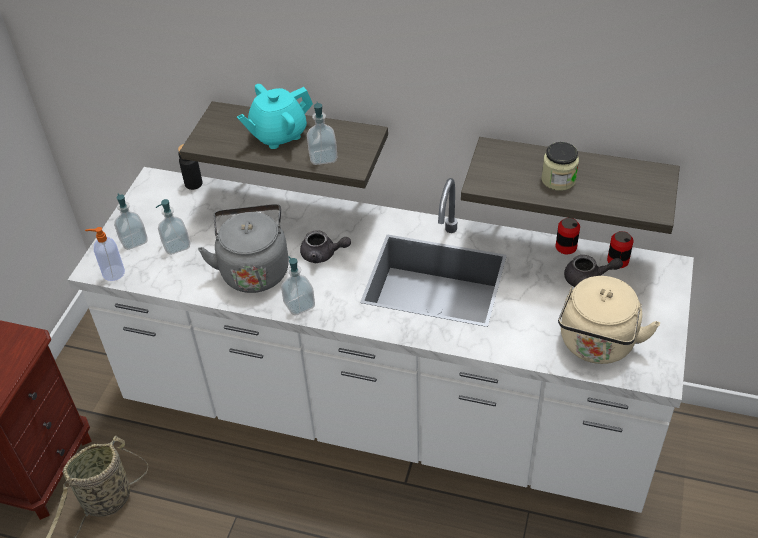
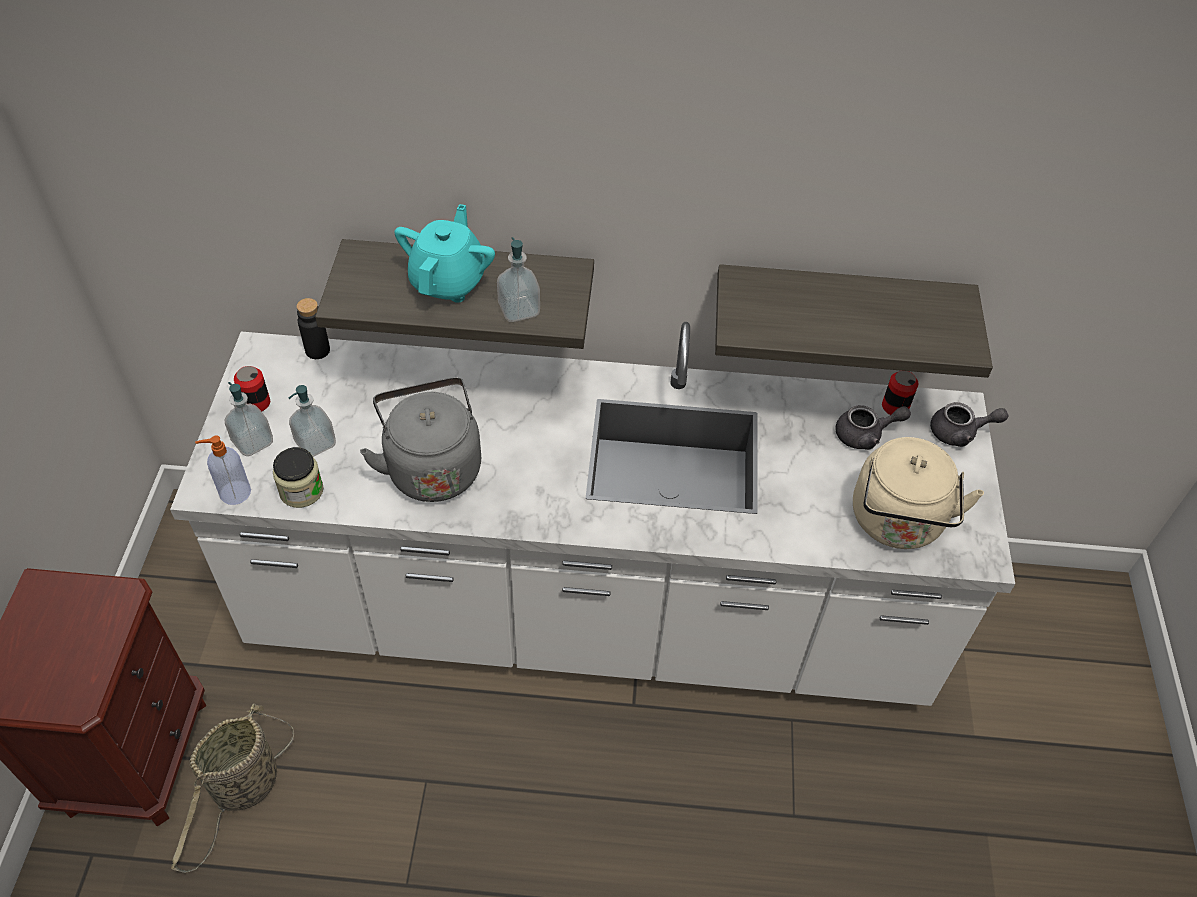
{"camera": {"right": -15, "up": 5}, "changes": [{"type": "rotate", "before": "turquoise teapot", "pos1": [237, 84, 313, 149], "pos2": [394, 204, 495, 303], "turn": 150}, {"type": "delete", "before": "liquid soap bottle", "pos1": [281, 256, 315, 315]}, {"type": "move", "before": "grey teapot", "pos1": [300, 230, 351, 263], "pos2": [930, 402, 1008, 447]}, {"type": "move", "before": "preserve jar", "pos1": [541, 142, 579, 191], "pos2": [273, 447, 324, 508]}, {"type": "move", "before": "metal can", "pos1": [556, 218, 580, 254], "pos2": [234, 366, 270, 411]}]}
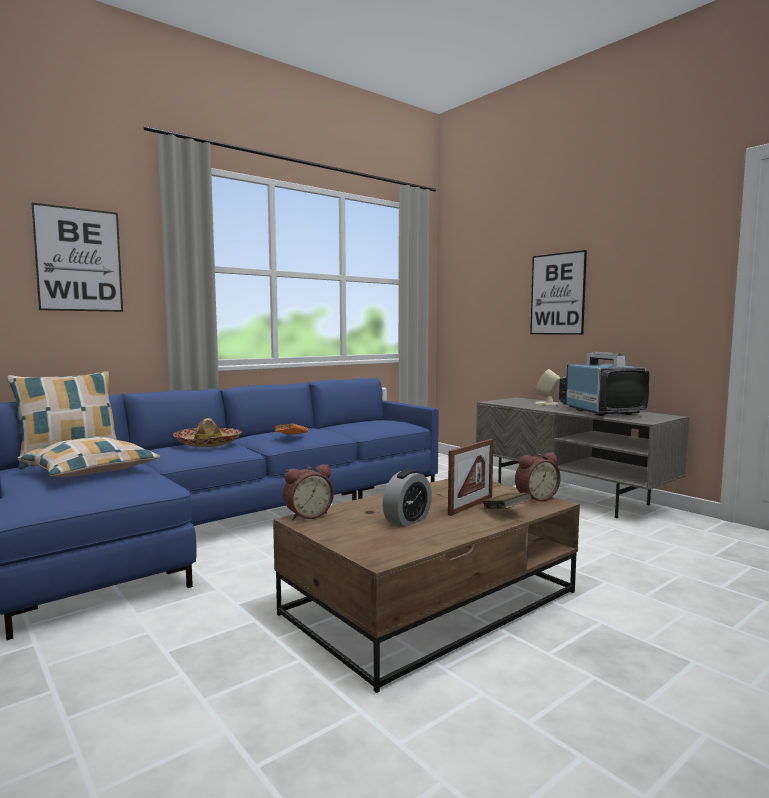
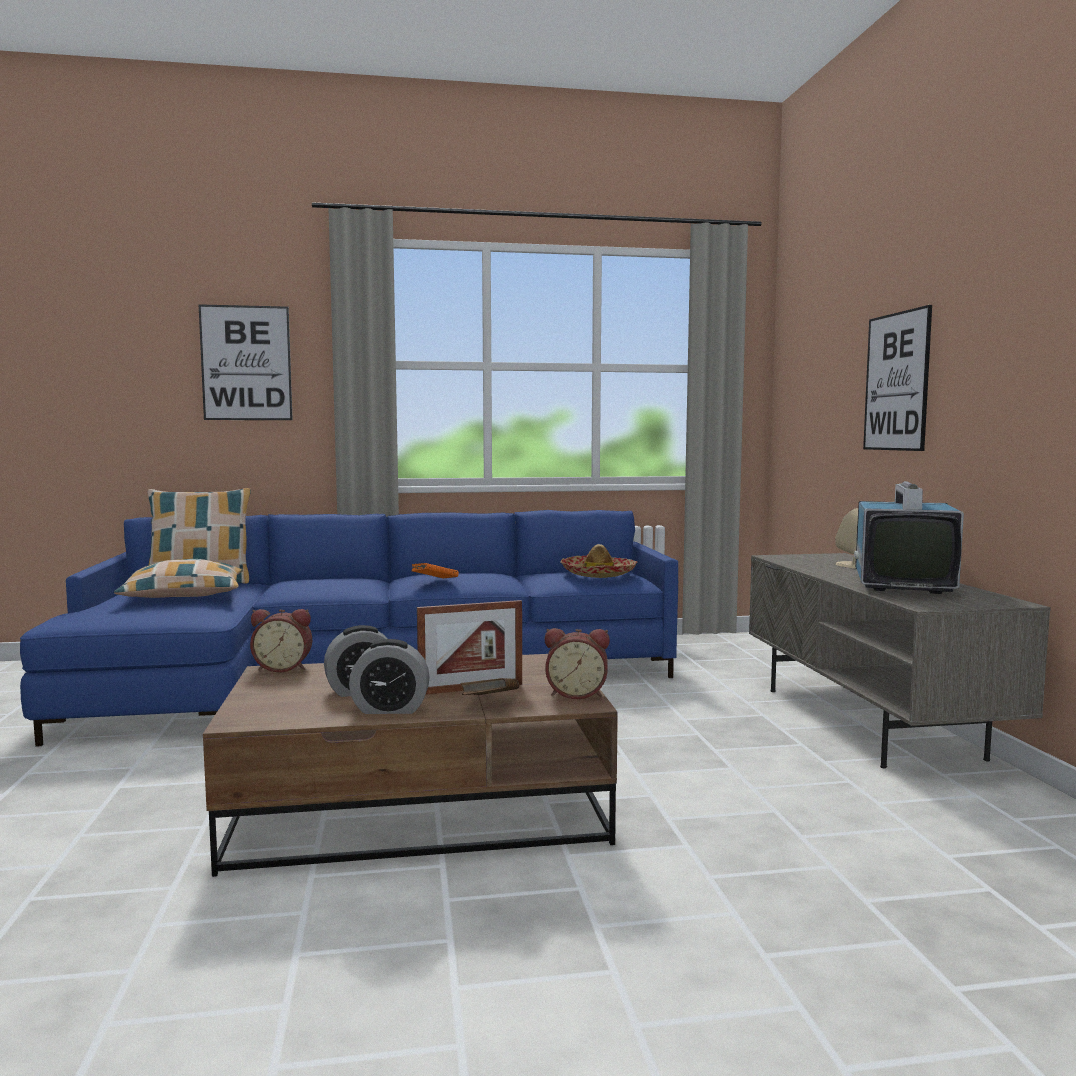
{"camera": {"right": 30, "up": 0}, "changes": [{"type": "move", "before": "clothing hat", "pos1": [173, 418, 242, 447], "pos2": [560, 544, 638, 578]}, {"type": "insert", "after": "table clock", "pos2": [349, 639, 430, 714]}]}
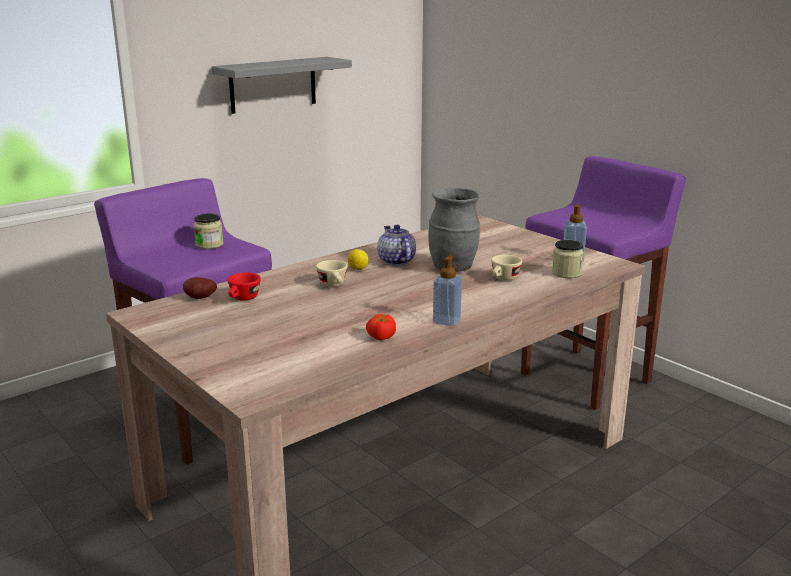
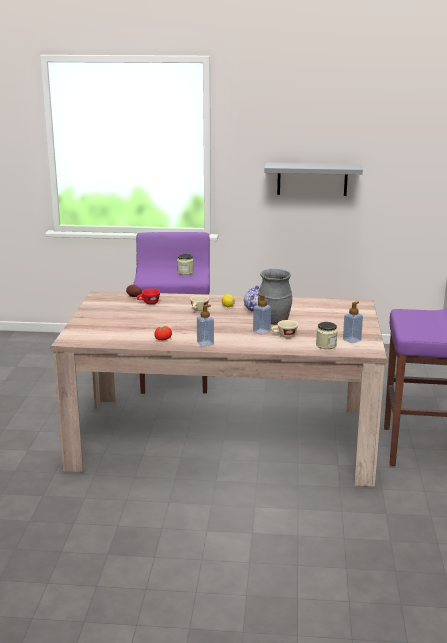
{"camera": {"right": 45, "up": 0}, "changes": [{"type": "insert", "after": "liquid soap bottle", "pos2": [253, 294, 271, 335]}]}
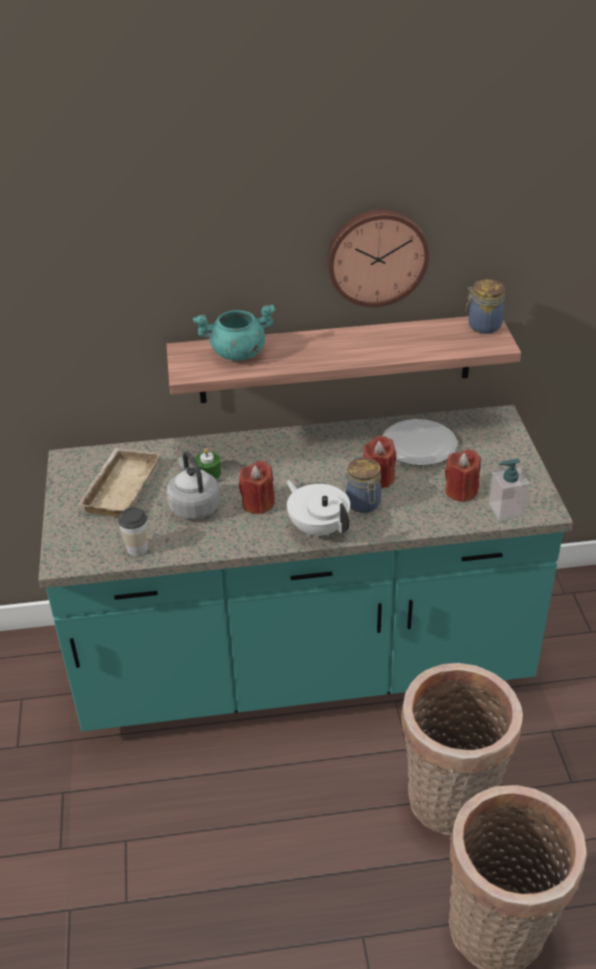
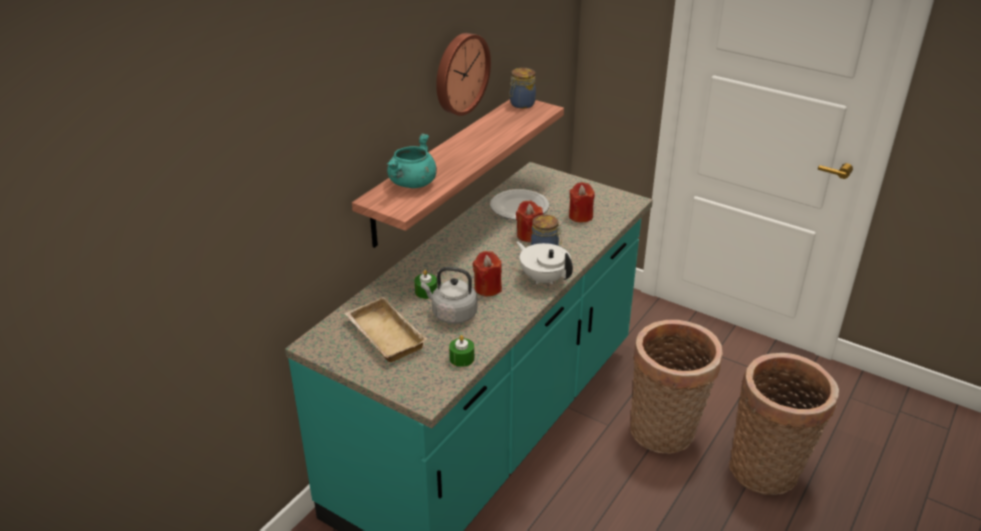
{"camera": {"right": -50, "up": -5}, "changes": [{"type": "replace", "before": "drinking cup", "after": "green-coloured wax light", "pos1": [118, 507, 148, 556], "pos2": [449, 335, 474, 367]}, {"type": "rotate", "before": "whitish teapot", "pos1": [286, 480, 350, 536], "pos2": [516, 241, 573, 284], "turn": 45}, {"type": "delete", "before": "liquid soap bottle", "pos1": [488, 459, 530, 520]}]}
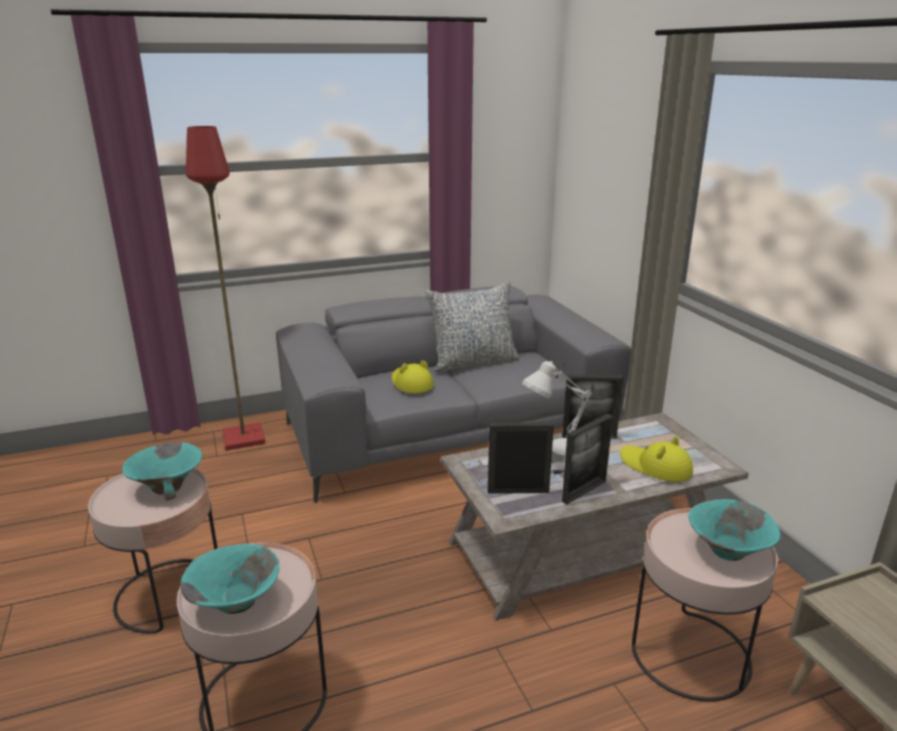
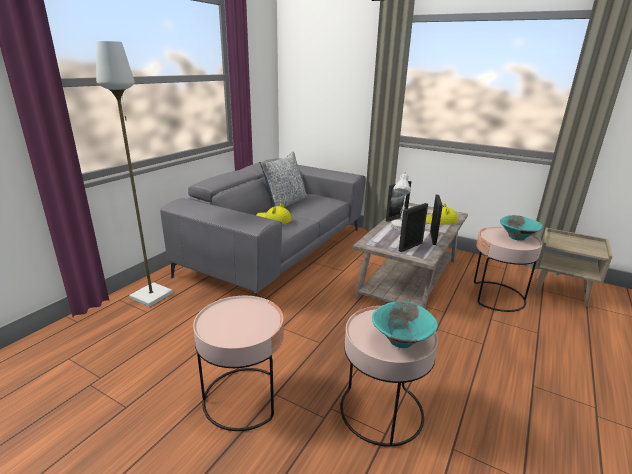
{"camera": {"right": -40, "up": 0}, "changes": [{"type": "delete", "before": "turquoise bowl", "pos1": [122, 442, 202, 501]}, {"type": "recolor", "before": "red standard lamp", "after": "grey standard lamp", "pos1": [186, 126, 265, 450], "pos2": [96, 41, 173, 307]}]}
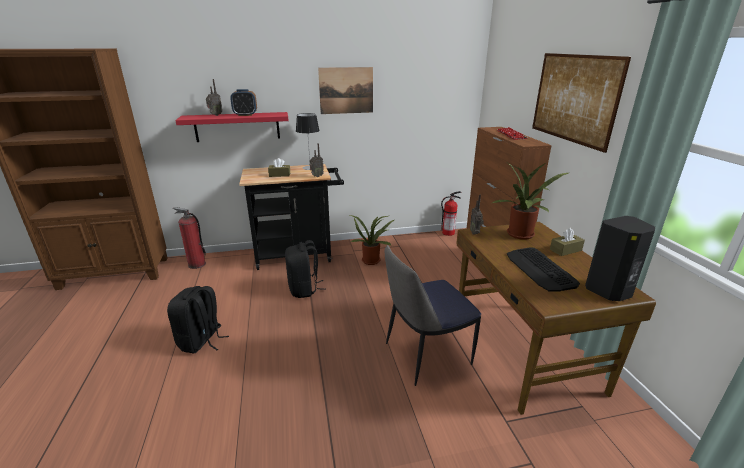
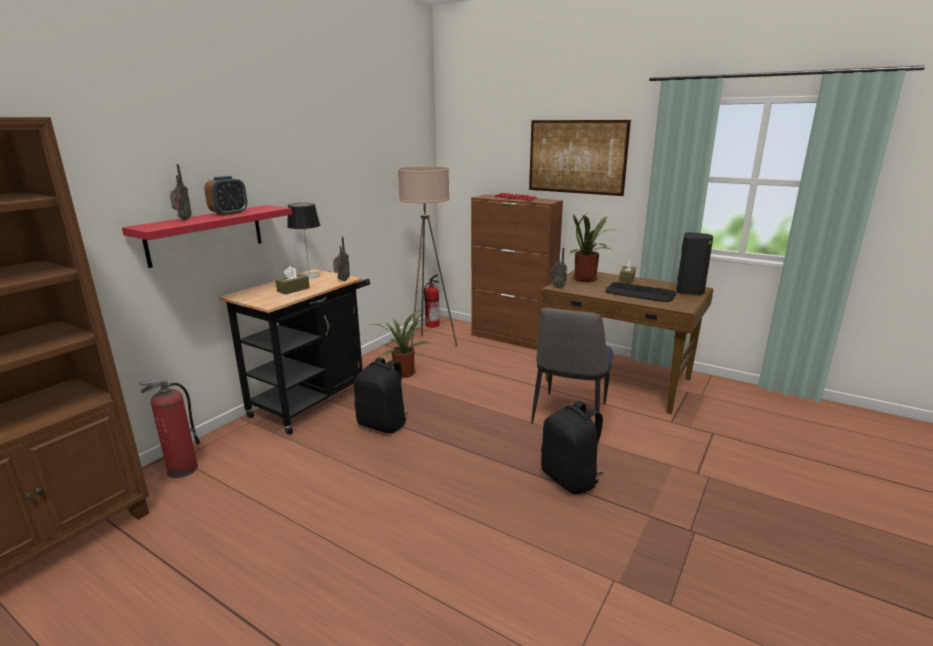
{"camera": {"right": -45, "up": -5}, "changes": [{"type": "move", "before": "blackish knapsack", "pos1": [167, 286, 229, 354], "pos2": [541, 401, 604, 494]}, {"type": "delete", "before": "wall art", "pos1": [318, 67, 373, 114]}, {"type": "insert", "after": "sand-coloured standard lamp", "pos2": [398, 167, 458, 347]}]}
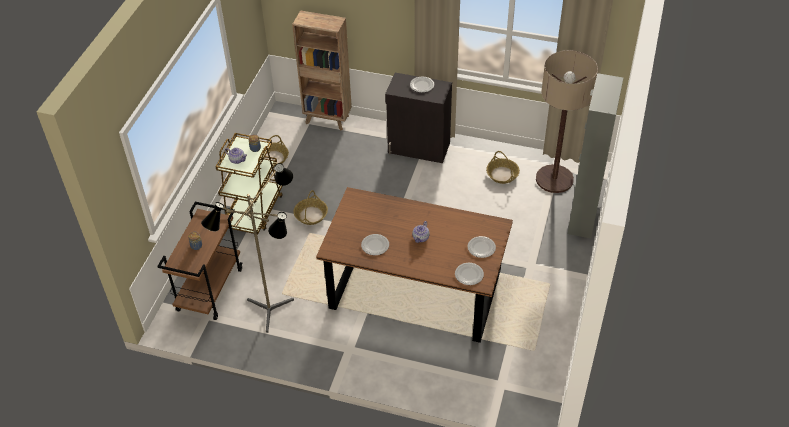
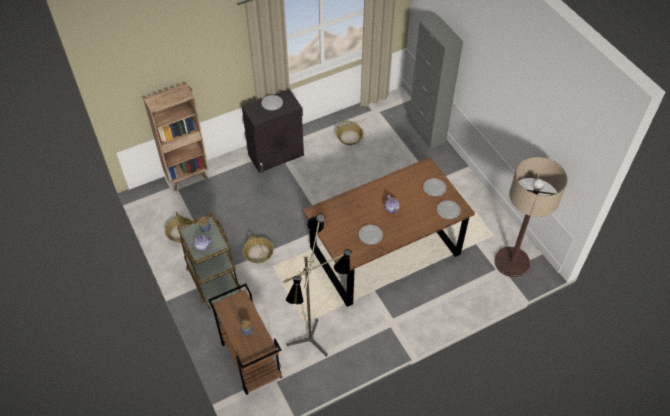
{"camera": {"right": -45, "up": 5}, "changes": [{"type": "move", "before": "standard lamp", "pos1": [536, 50, 598, 193], "pos2": [494, 157, 568, 277]}]}
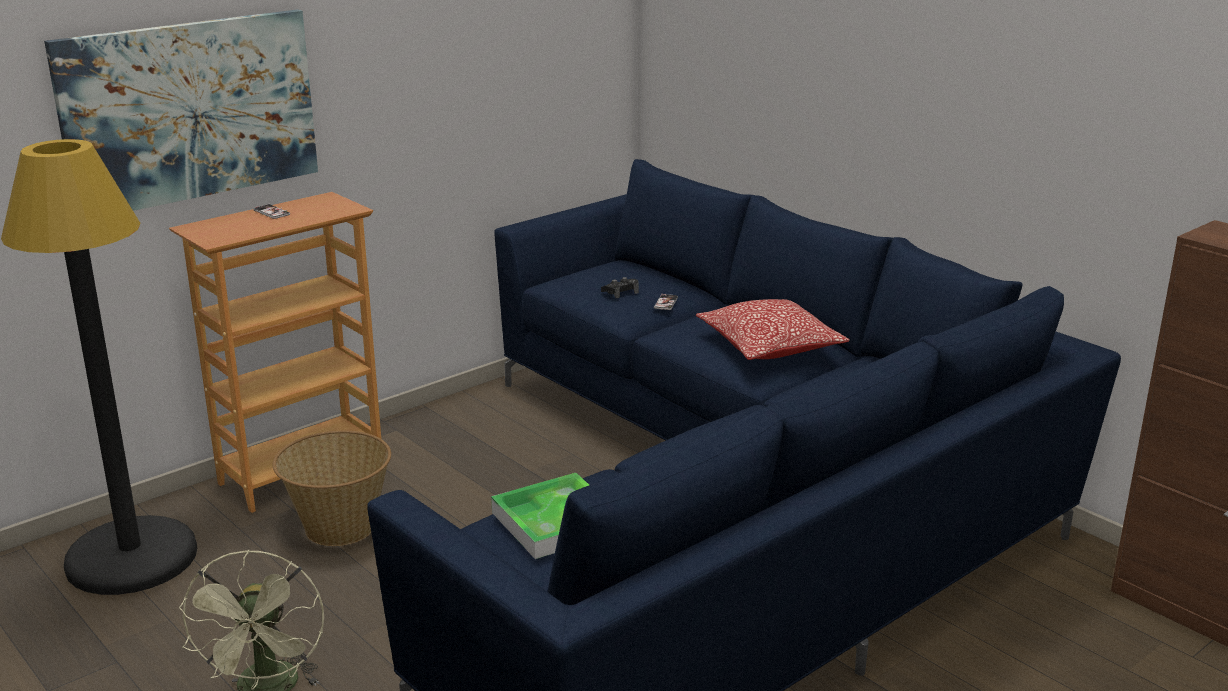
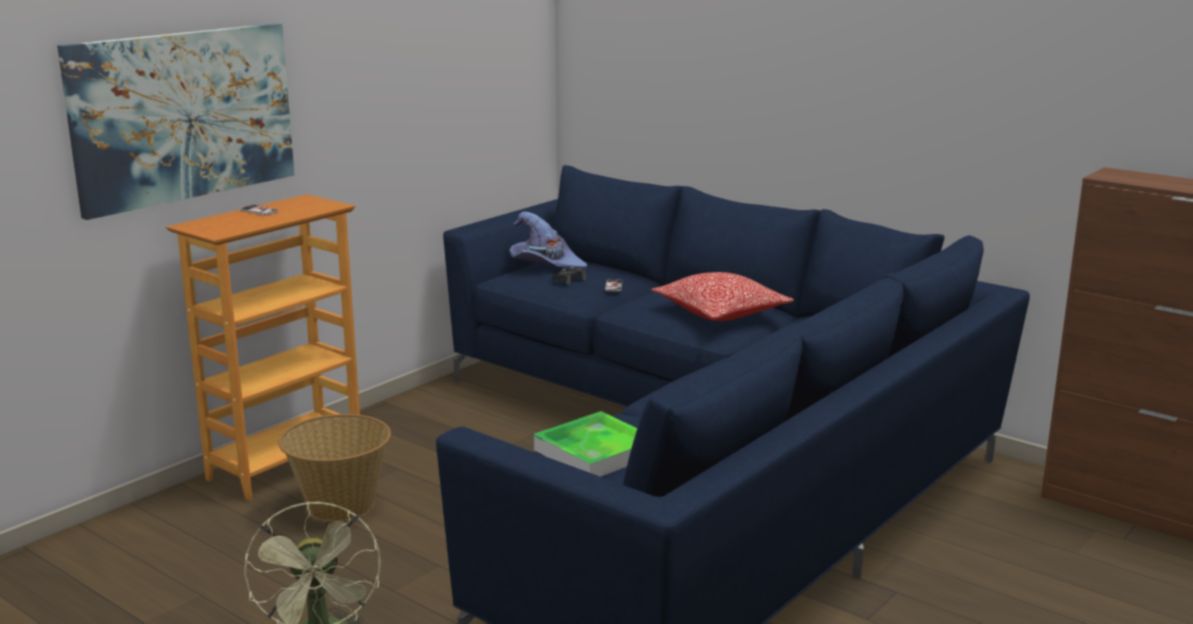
{"camera": {"right": -10, "up": -5}, "changes": [{"type": "delete", "before": "blackish standard lamp", "pos1": [1, 139, 197, 595]}, {"type": "insert", "after": "purplish clothing hat", "pos2": [510, 212, 587, 269]}]}
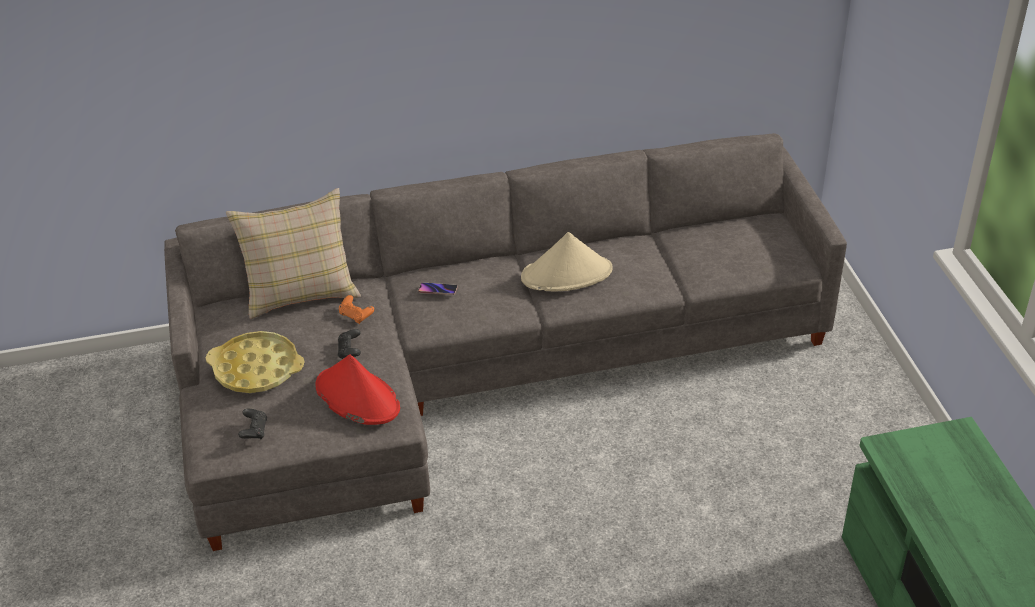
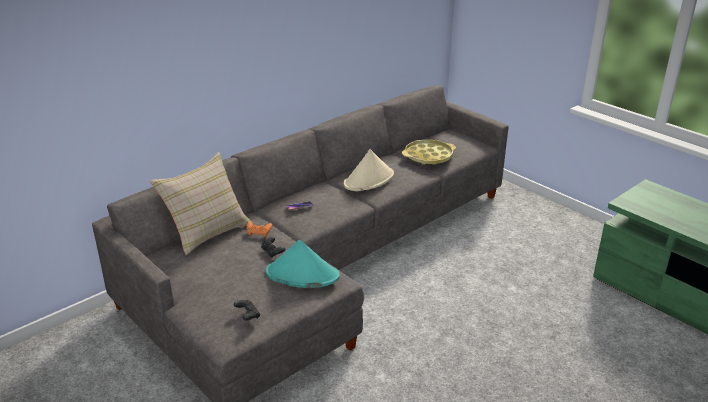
{"camera": {"right": -30, "up": -10}, "changes": [{"type": "move", "before": "yellow-coloured serving tray", "pos1": [206, 331, 304, 393], "pos2": [402, 140, 456, 165]}, {"type": "recolor", "before": "red clothing hat", "after": "turquoise clothing hat", "pos1": [316, 354, 400, 425], "pos2": [266, 240, 340, 288]}]}
